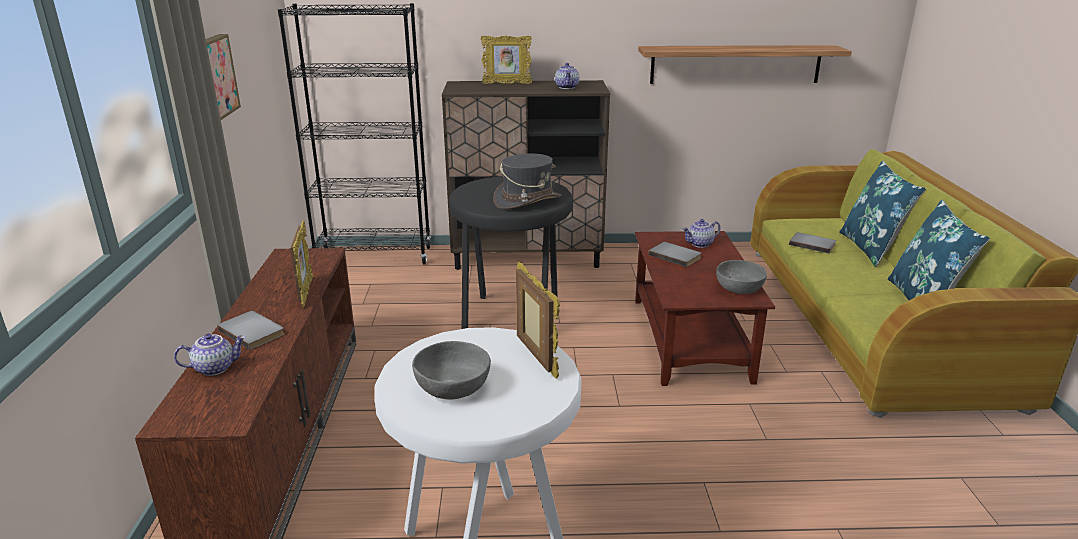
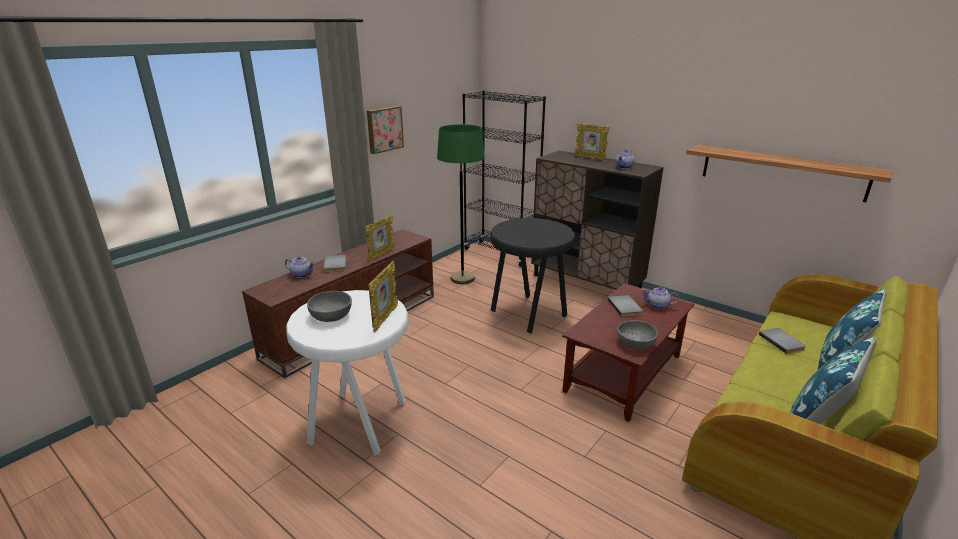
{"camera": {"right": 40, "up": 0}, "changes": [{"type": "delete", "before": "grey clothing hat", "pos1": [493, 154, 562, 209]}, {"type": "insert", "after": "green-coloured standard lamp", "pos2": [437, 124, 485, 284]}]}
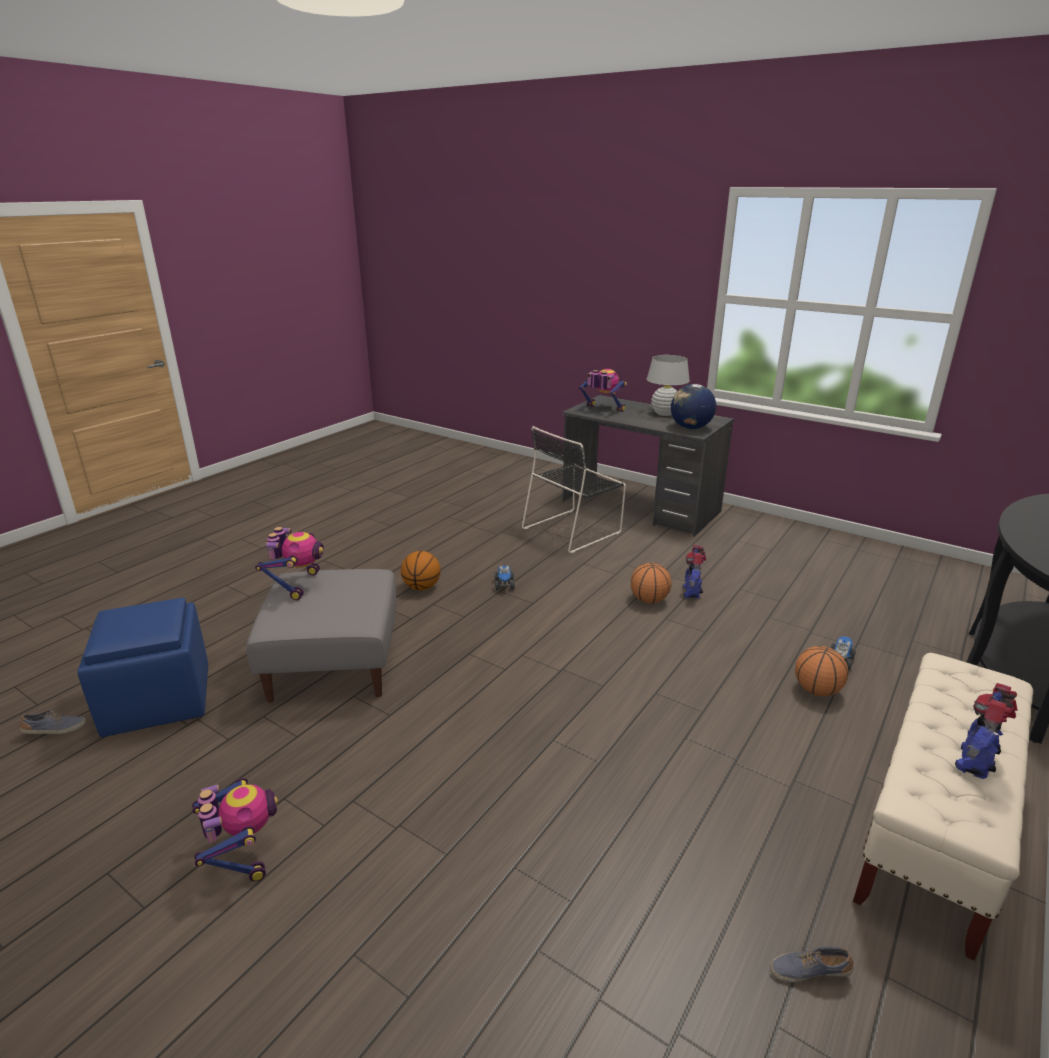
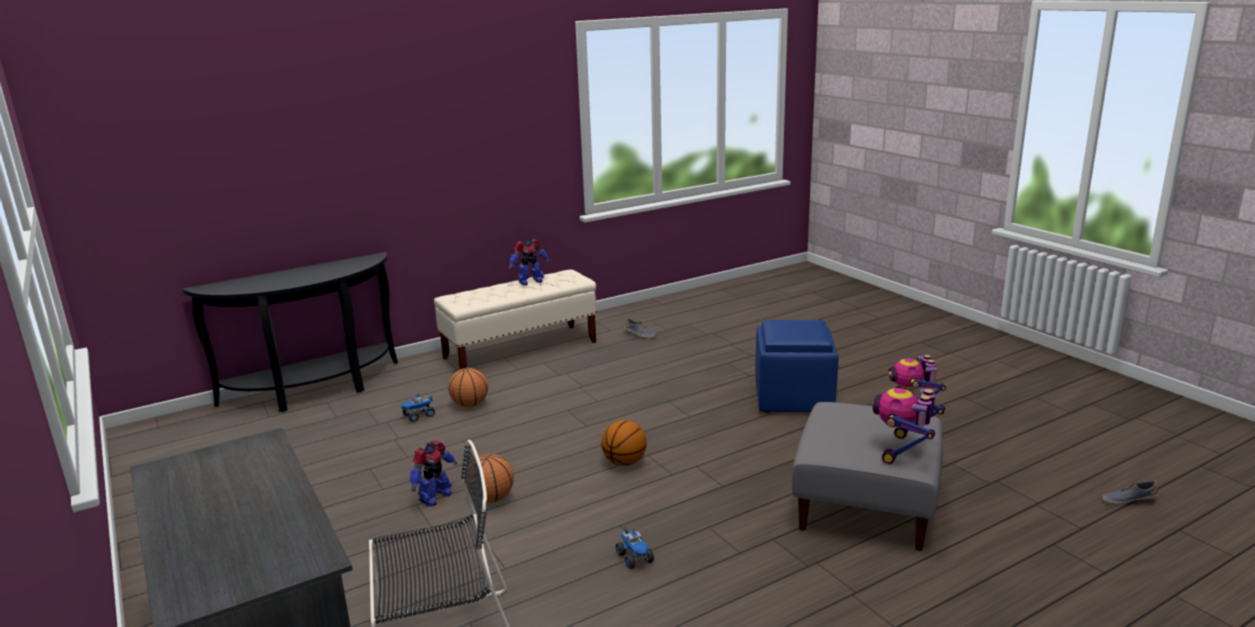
{"camera": {"right": -155, "up": -5}, "changes": [{"type": "move", "before": "blue ottoman", "pos1": [77, 598, 208, 737], "pos2": [756, 320, 838, 413]}, {"type": "move", "before": "basketball ball", "pos1": [401, 551, 441, 590], "pos2": [601, 420, 647, 466]}, {"type": "rotate", "before": "model truck", "pos1": [494, 564, 515, 591], "pos2": [616, 526, 654, 569], "turn": 135}, {"type": "delete", "before": "robot figure", "pos1": [578, 369, 627, 412]}, {"type": "delete", "before": "whitish table lamp", "pos1": [647, 355, 690, 416]}, {"type": "delete", "before": "desk globe", "pos1": [671, 384, 716, 429]}]}
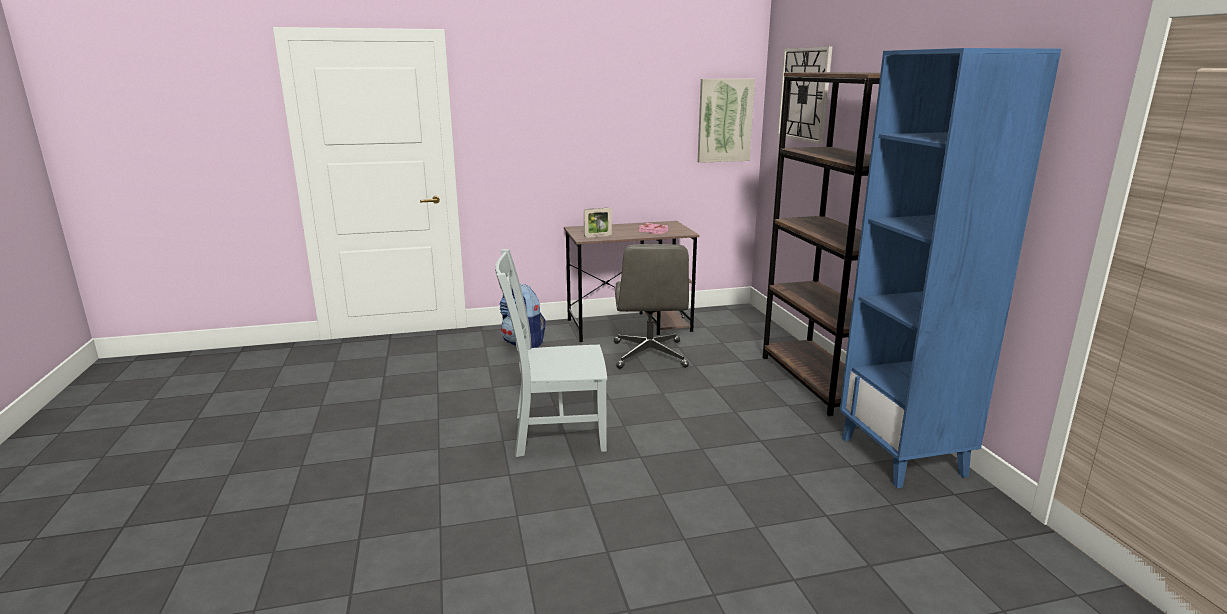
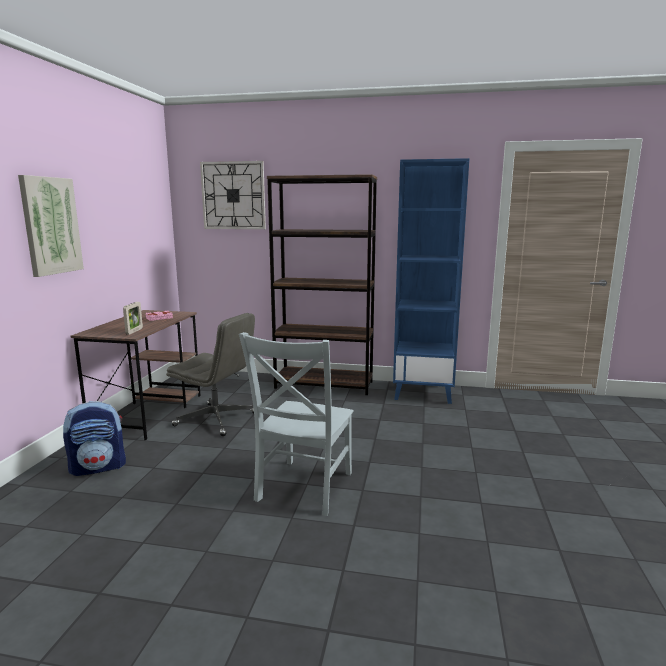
{"camera": {"right": -65, "up": -5}, "changes": [{"type": "move", "before": "wall art", "pos1": [698, 79, 755, 163], "pos2": [18, 175, 84, 277]}]}
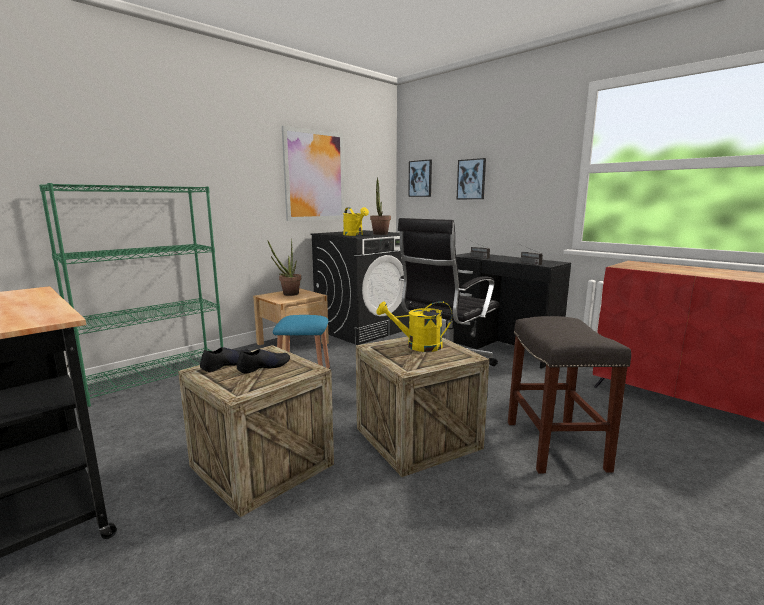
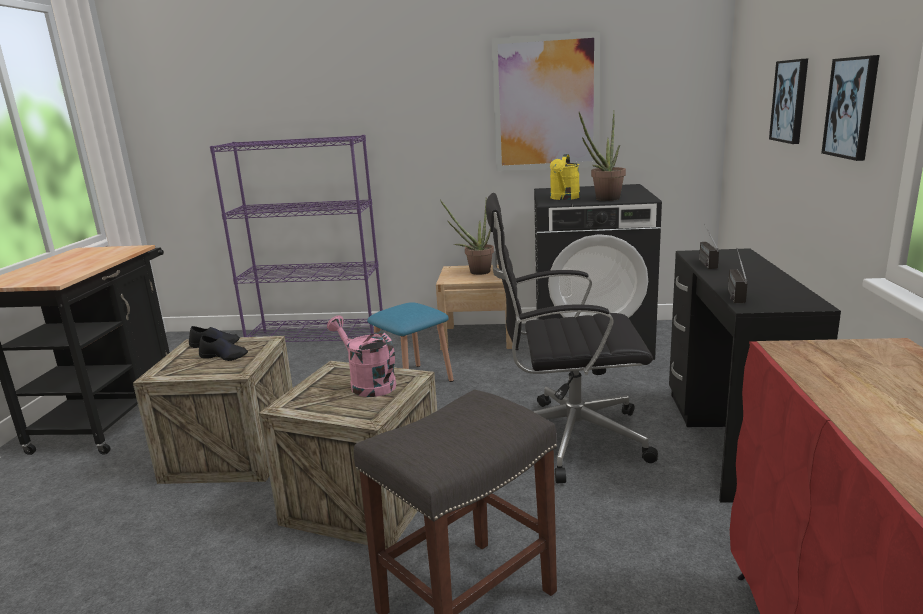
{"camera": {"right": 50, "up": 5}, "changes": [{"type": "recolor", "before": "green-coloured bookcase", "after": "purplish bookcase", "pos1": [39, 183, 223, 407], "pos2": [210, 135, 383, 342]}, {"type": "recolor", "before": "yellow-coloured sprinkling can", "after": "pink-coloured sprinkling can", "pos1": [376, 301, 452, 352], "pos2": [327, 316, 396, 397]}, {"type": "move", "before": "wall art", "pos1": [408, 159, 432, 197], "pos2": [821, 55, 879, 161]}]}
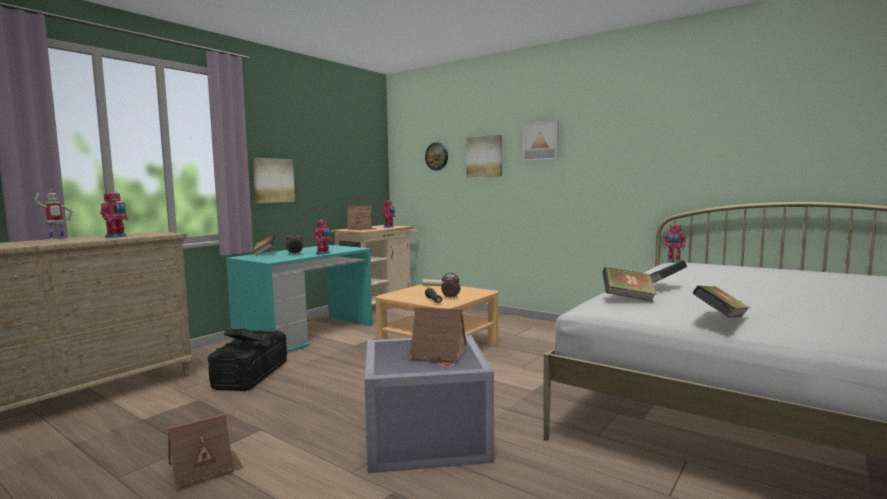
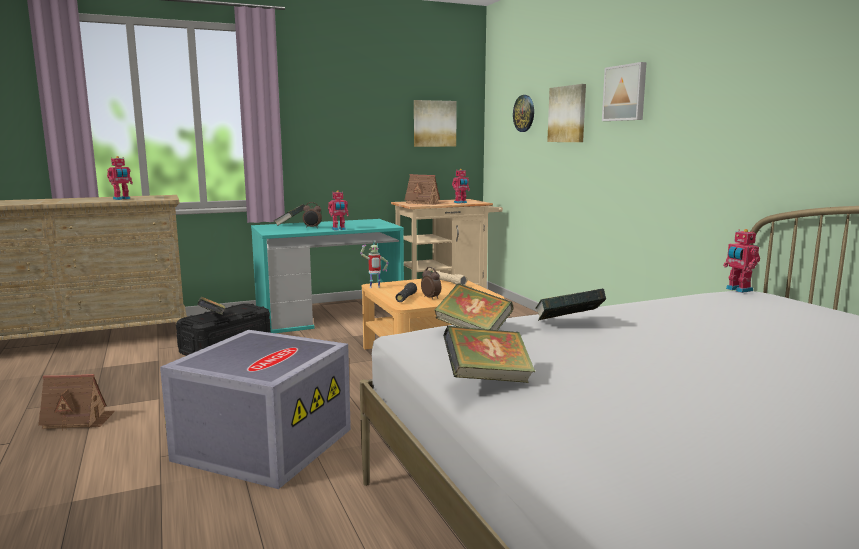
{"camera": {"right": 30, "up": 5}, "changes": [{"type": "move", "before": "robot figure", "pos1": [34, 189, 73, 239], "pos2": [360, 241, 389, 288]}, {"type": "move", "before": "wall art", "pos1": [253, 158, 295, 203], "pos2": [414, 100, 457, 147]}, {"type": "delete", "before": "miniature house", "pos1": [402, 307, 467, 363]}]}
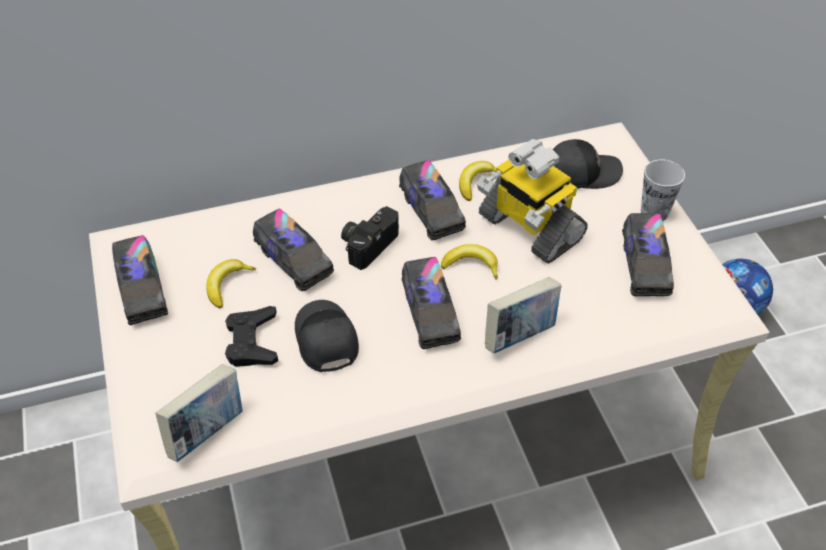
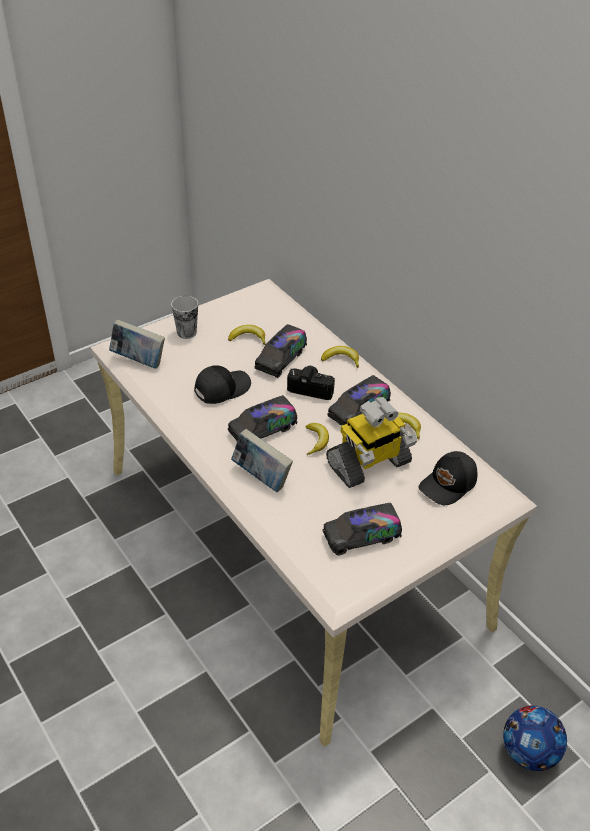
{"camera": {"right": 70, "up": -5}, "changes": [{"type": "delete", "before": "model truck", "pos1": [112, 235, 168, 325]}, {"type": "delete", "before": "blackish joypad", "pos1": [225, 306, 278, 367]}, {"type": "rotate", "before": "robot figure", "pos1": [477, 139, 588, 264], "pos2": [326, 397, 417, 488], "turn": -150}, {"type": "rotate", "before": "blackish peaked cap", "pos1": [553, 139, 623, 189], "pos2": [419, 451, 478, 505], "turn": 75}, {"type": "move", "before": "drinking cup", "pos1": [641, 160, 685, 221], "pos2": [171, 296, 198, 339]}, {"type": "insert", "after": "banana fruit", "pos2": [321, 346, 359, 368]}]}
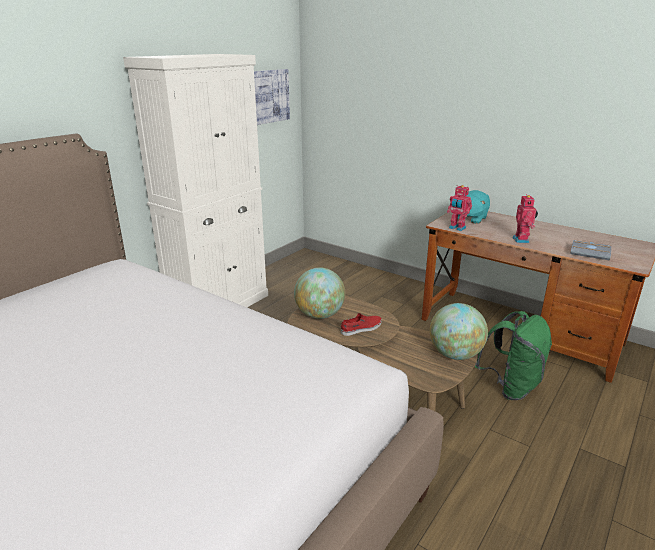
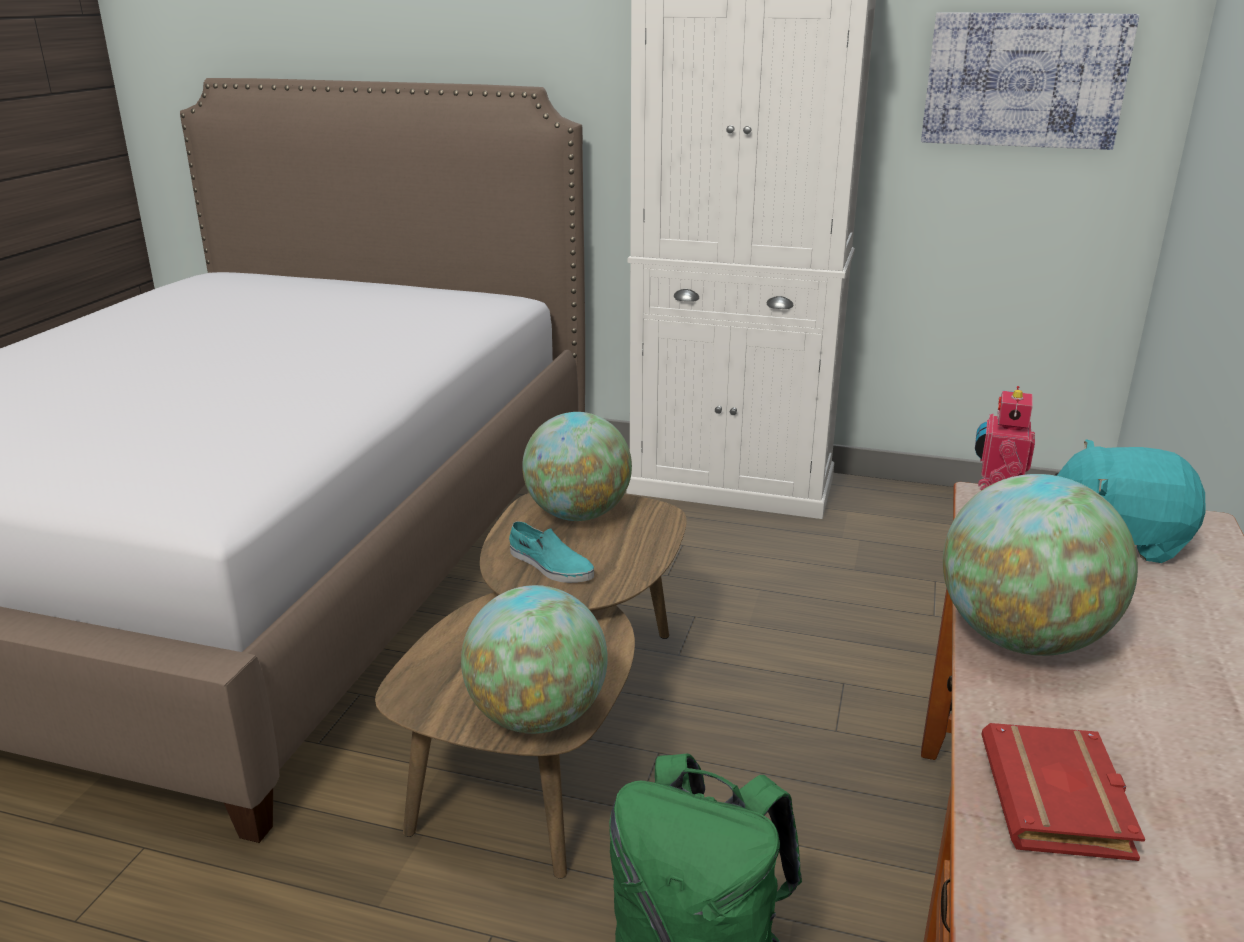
{"camera": {"right": 70, "up": 0}, "changes": [{"type": "recolor", "before": "red item of footwear", "after": "turquoise item of footwear", "pos1": [341, 313, 382, 336], "pos2": [509, 521, 594, 583]}, {"type": "replace", "before": "robot figure", "after": "desk globe", "pos1": [512, 194, 538, 243], "pos2": [943, 474, 1138, 656]}, {"type": "recolor", "before": "grey volume", "after": "red volume", "pos1": [570, 240, 611, 260], "pos2": [981, 723, 1145, 861]}]}
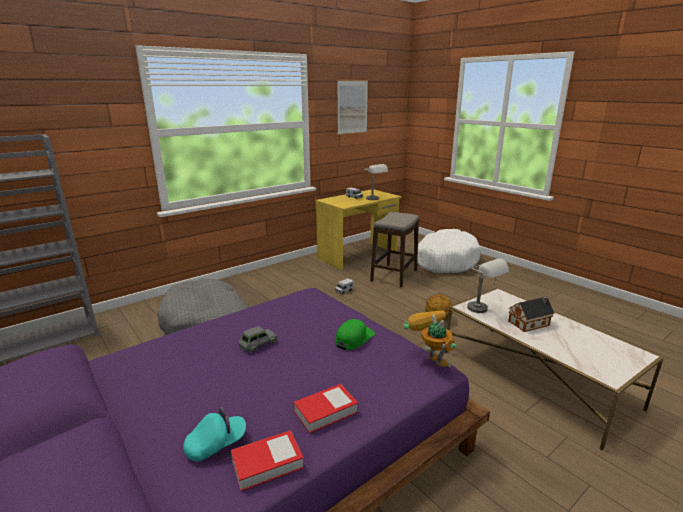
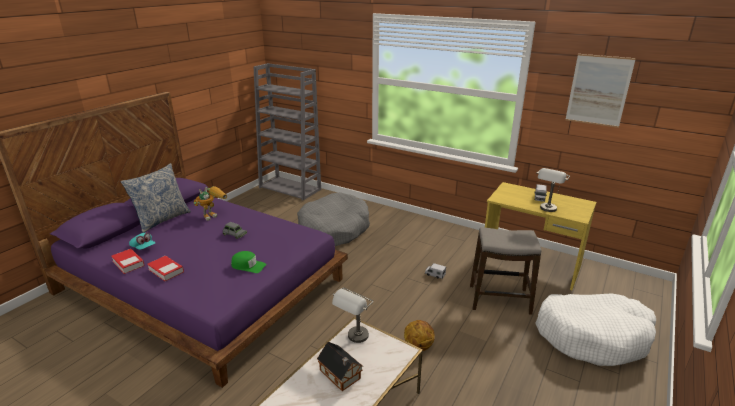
{"camera": {"right": 70, "up": 5}, "changes": [{"type": "move", "before": "robot figure", "pos1": [403, 310, 456, 368], "pos2": [194, 186, 227, 221]}, {"type": "insert", "after": "throw pillow", "pos2": [120, 163, 191, 233]}]}
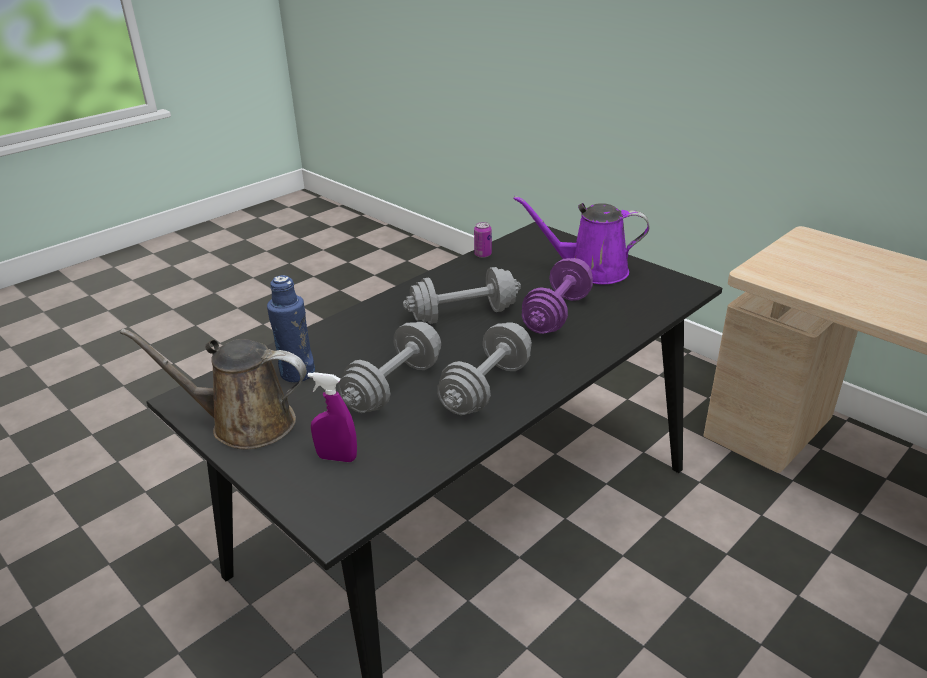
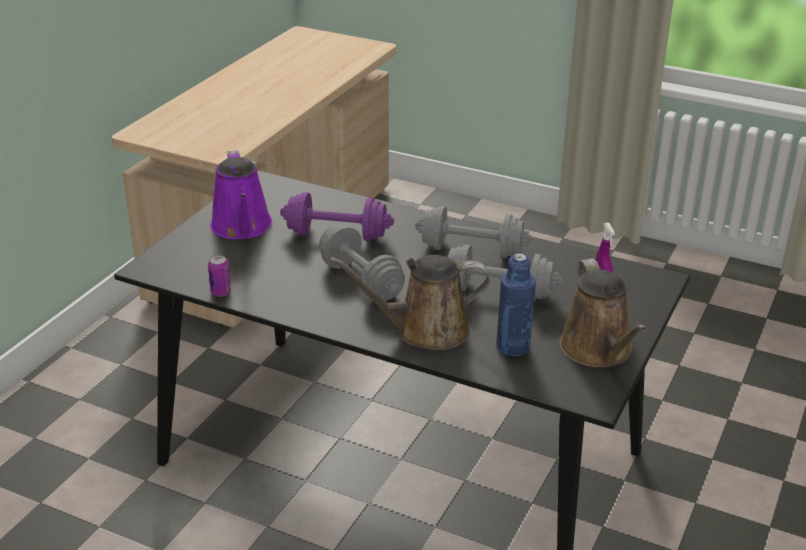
{"camera": {"right": -110, "up": 0}, "changes": [{"type": "insert", "after": "brownish sprinkling can", "pos2": [329, 255, 490, 350]}]}
